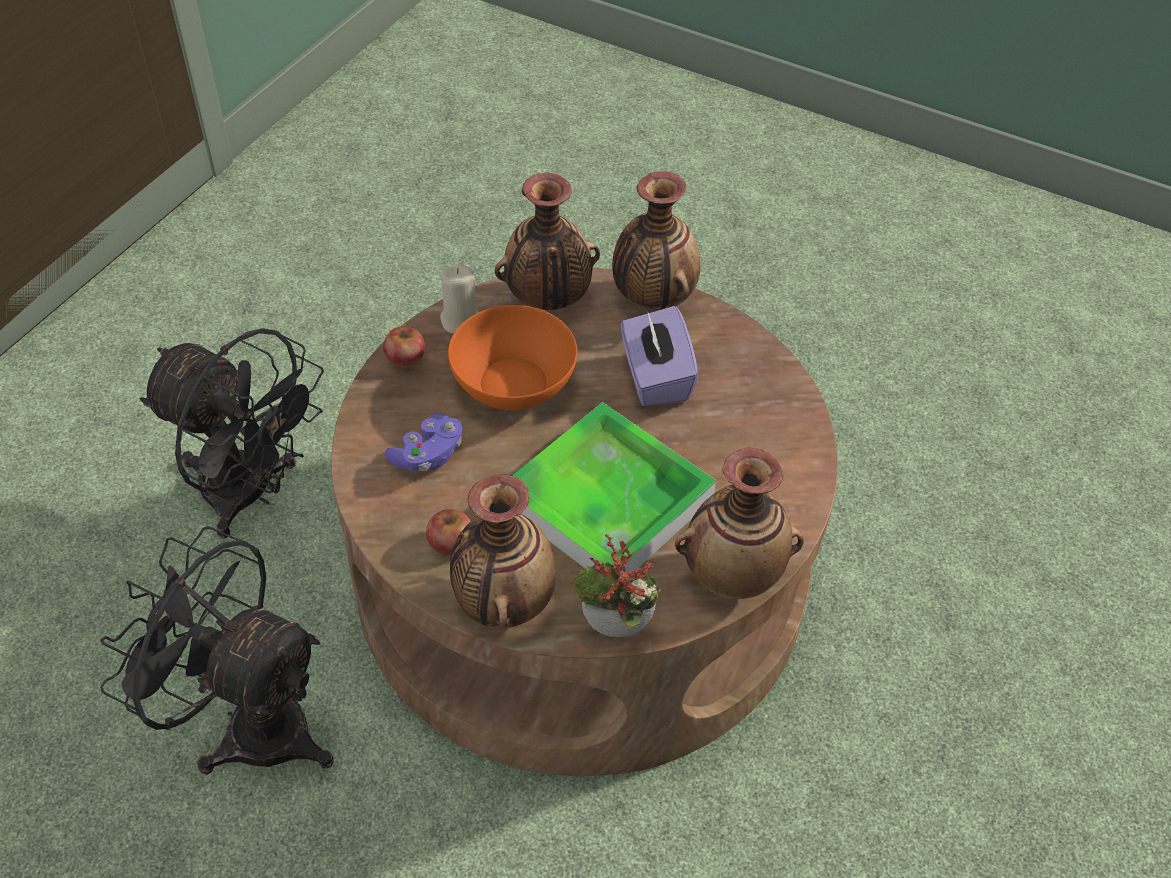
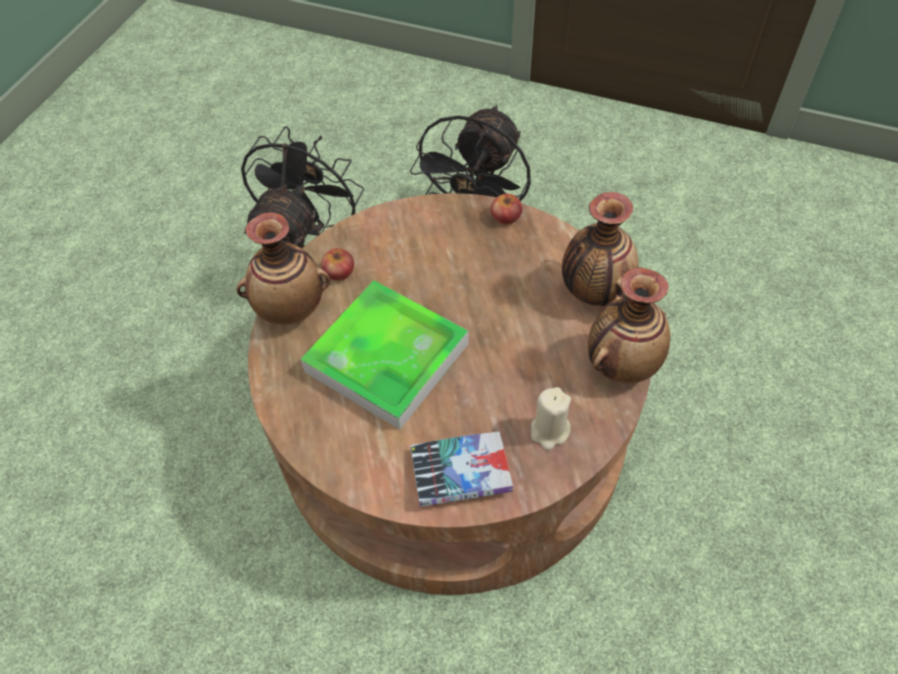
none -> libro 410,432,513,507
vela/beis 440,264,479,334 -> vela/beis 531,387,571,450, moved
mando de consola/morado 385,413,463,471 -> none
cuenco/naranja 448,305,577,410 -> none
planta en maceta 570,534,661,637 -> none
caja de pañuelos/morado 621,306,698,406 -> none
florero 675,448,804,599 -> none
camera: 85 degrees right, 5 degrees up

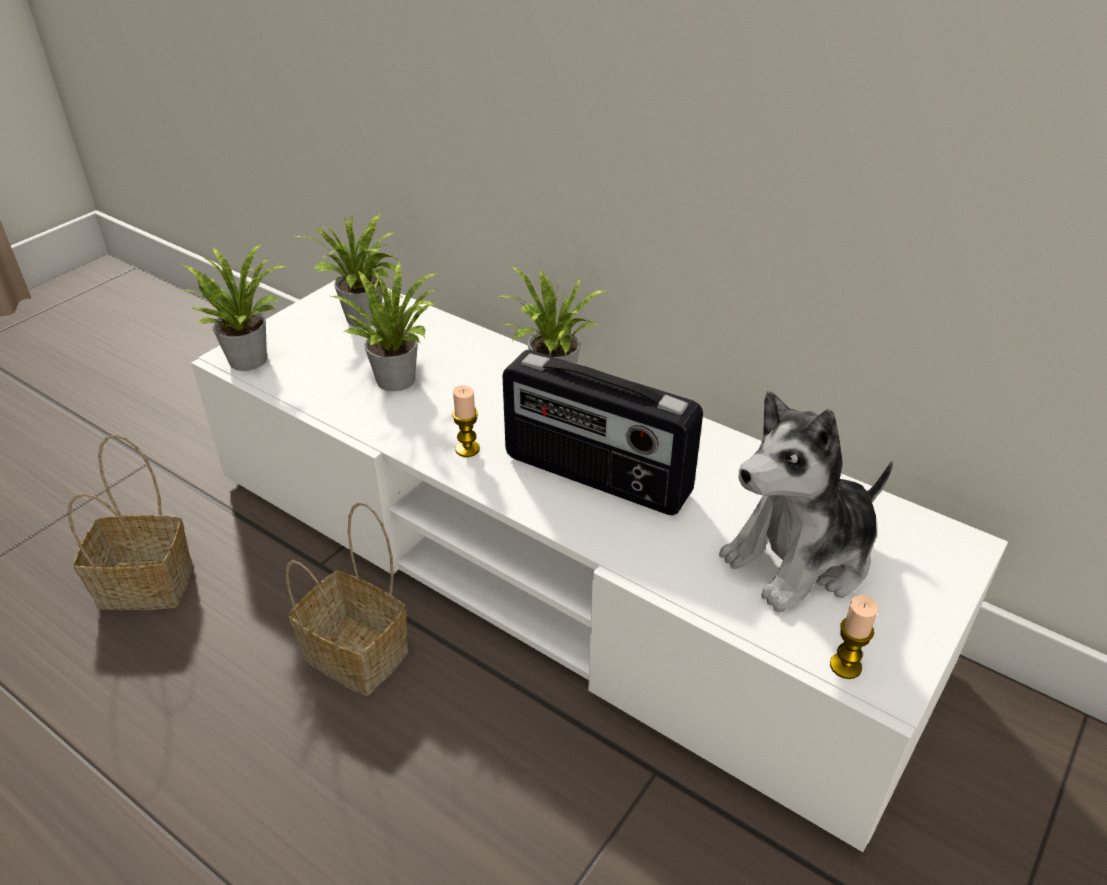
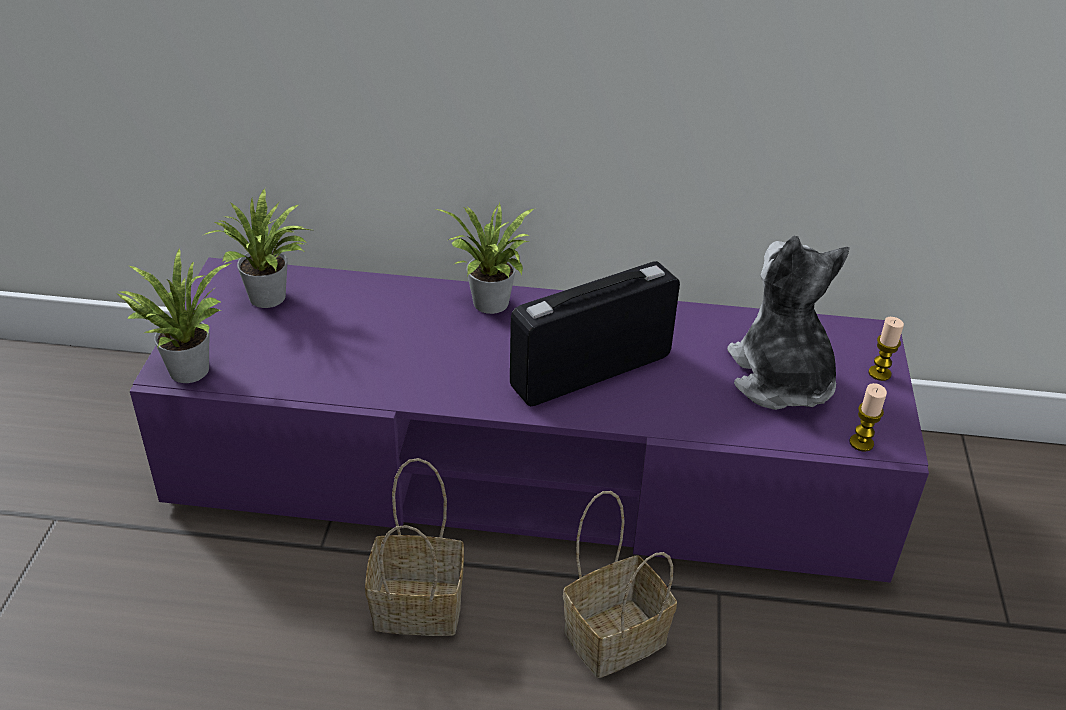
mueble de televisión/blanco 191,280,1008,852 -> mueble de televisión/morado 130,258,929,583
radio 502,350,703,515 -> radio 510,261,680,406, 150 degrees clockwise
cesta 67,434,193,610 -> cesta 563,491,677,678, moved
peluche 719,391,893,613 -> peluche 727,236,850,410, 135 degrees clockwise
vela 452,385,480,457 -> vela 868,317,904,381, moved
planta en maceta 331,261,438,391 -> none
camera: 30 degrees left, 0 degrees up

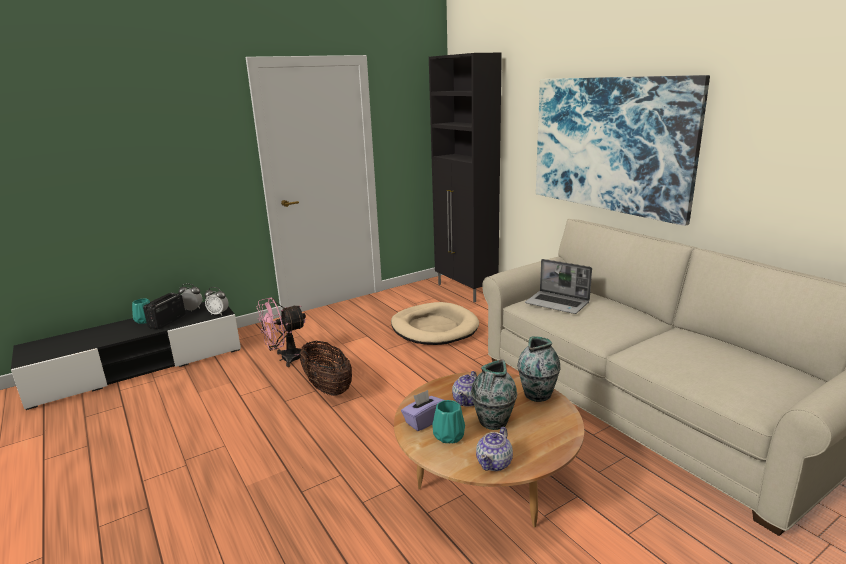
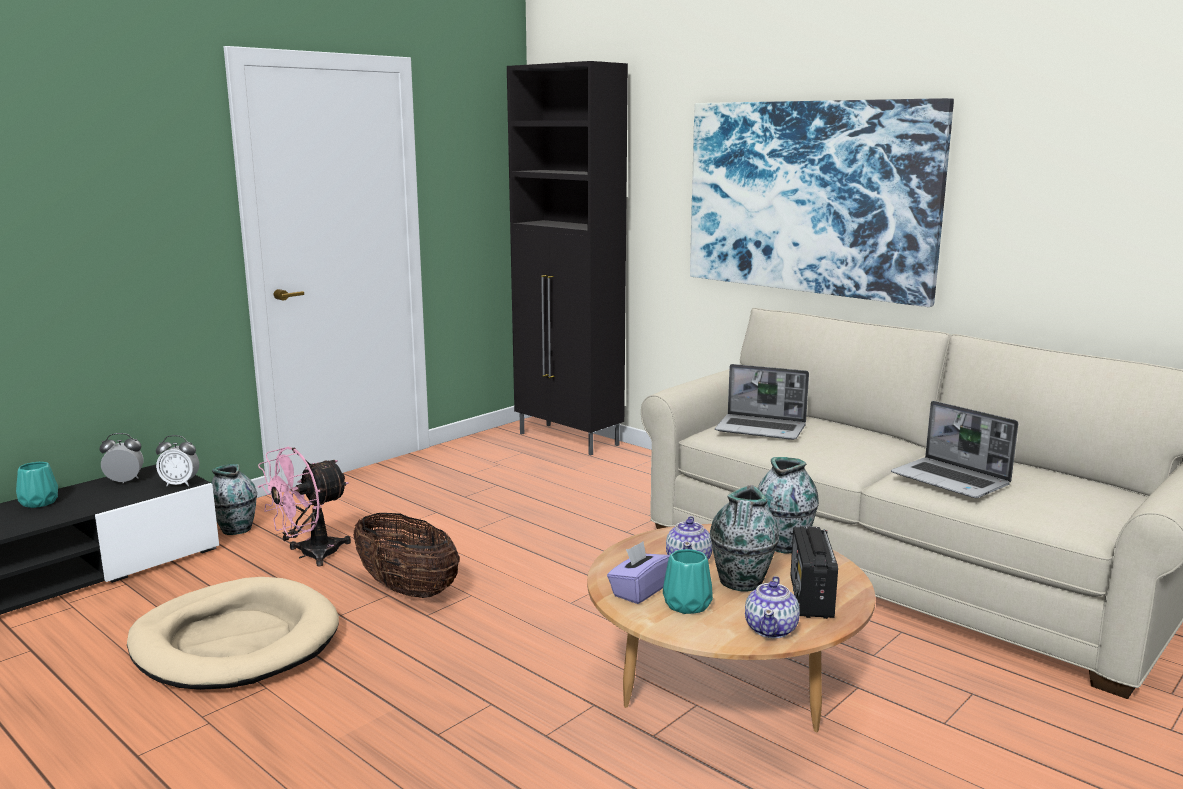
cama para perro/beis 391,302,479,345 -> cama para perro/beis 127,577,339,690, moved
none -> florero 211,464,257,535
radio 143,293,186,329 -> radio 791,526,838,619, moved
none -> portátil 891,401,1018,498
camera: 15 degrees left, 5 degrees down

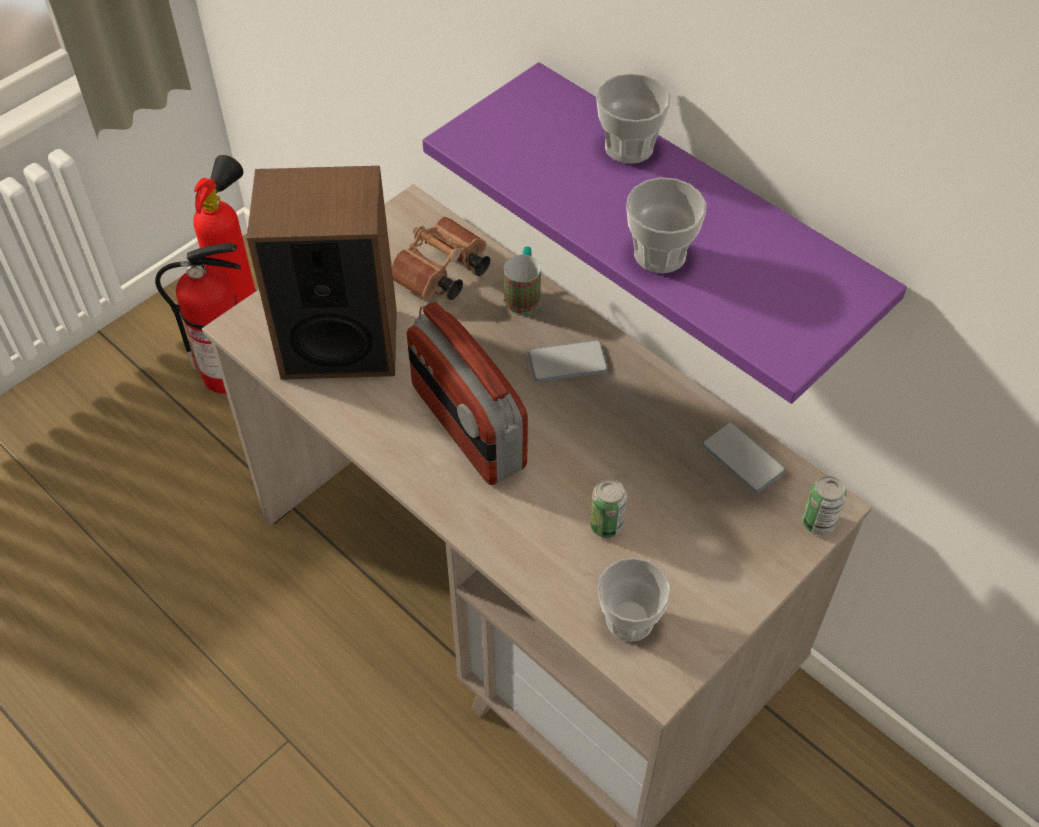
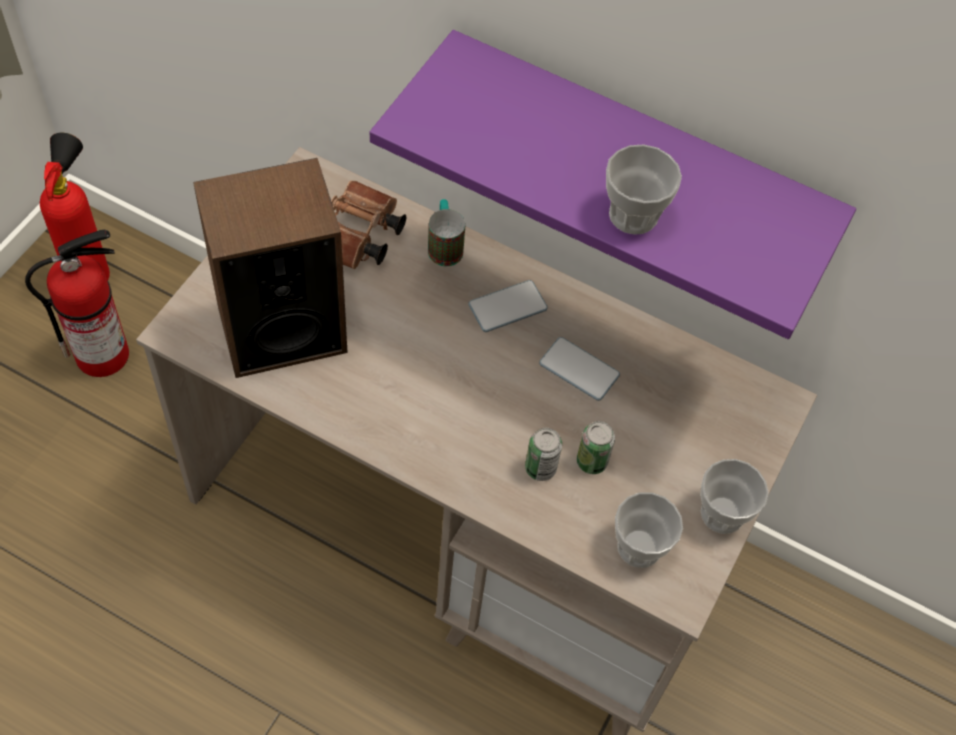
lata 802,476,847,535 -> lata 525,428,562,481, moved
móvil 702,422,785,492 -> móvil 539,337,620,401, moved
taza 596,73,671,164 -> taza 700,459,769,534, moved
radio 407,302,528,485 -> none
camera: 20 degrees left, 5 degrees up

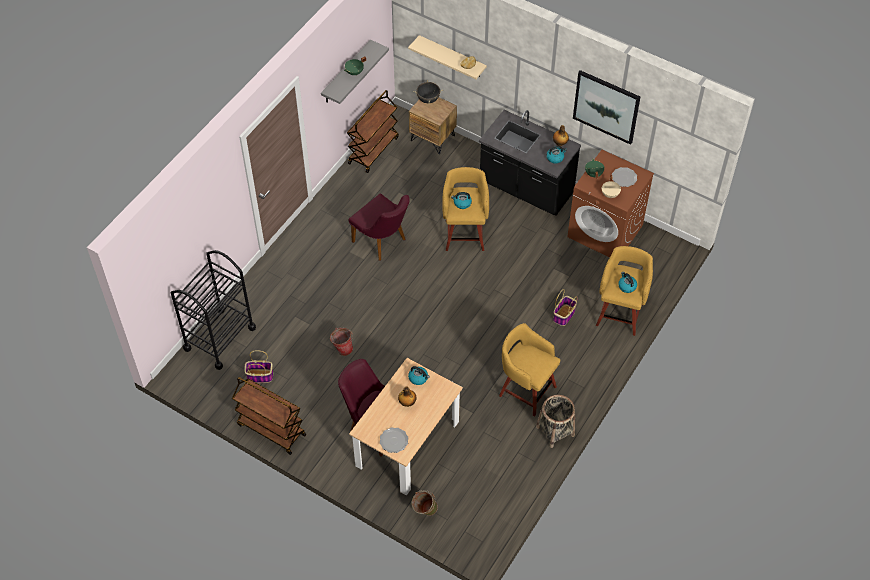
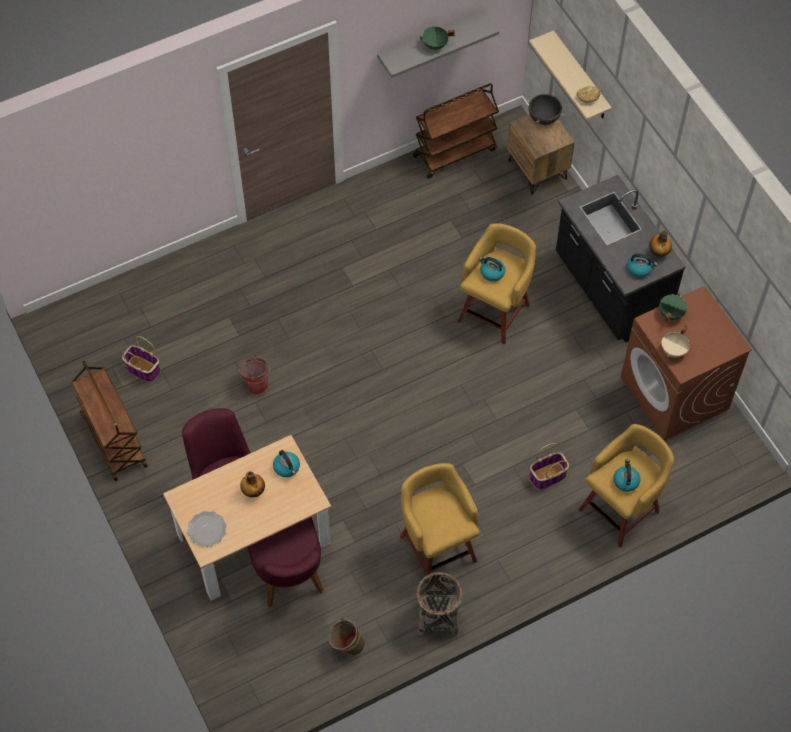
silla/morado 348,193,410,260 -> silla/morado 247,517,323,607, moved
cubo/verde 411,490,438,516 -> cubo/verde 328,618,365,656, moved
carrito/negro 171,250,256,370 -> none
cuadro 573,70,640,145 -> none
plato 612,167,637,187 -> none
camera: 30 degrees right, 5 degrees up

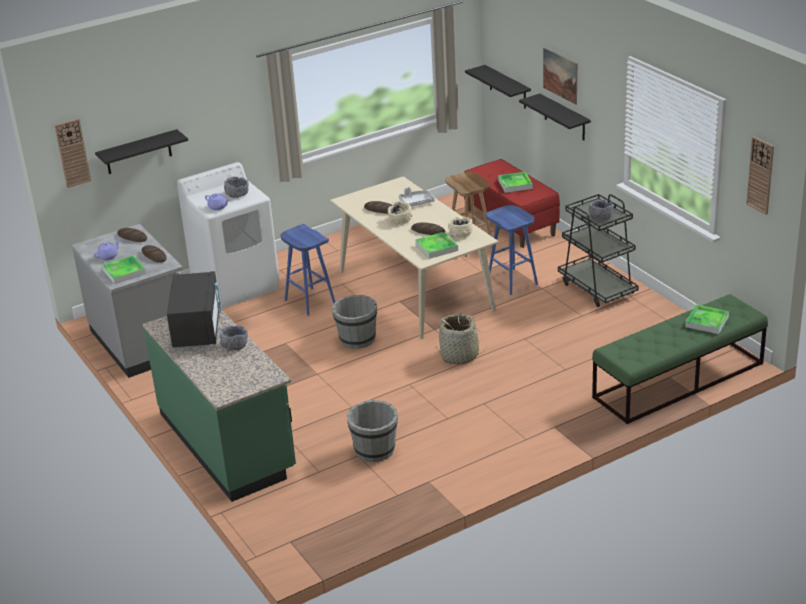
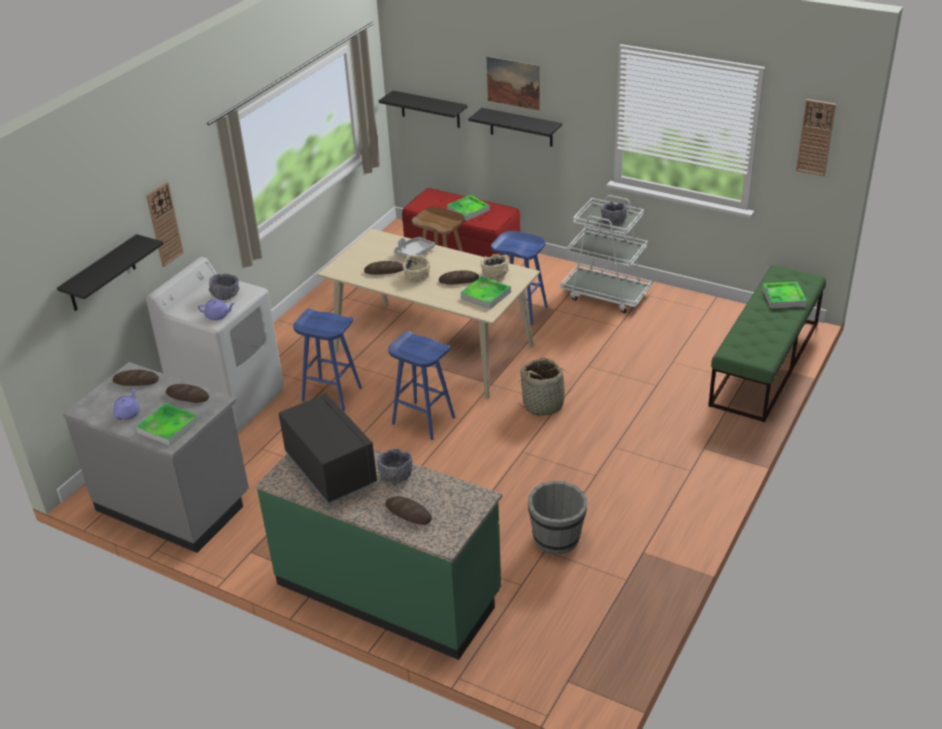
reloj de pared 54,119,91,188 -> reloj de pared 146,182,184,267, moved
none -> pan 385,496,432,525
cubo/gris 332,295,377,349 -> taburete/azul 388,331,455,440
carrito/negro 558,194,639,307 -> carrito/blanco 560,195,652,313
camera: 30 degrees left, 5 degrees up

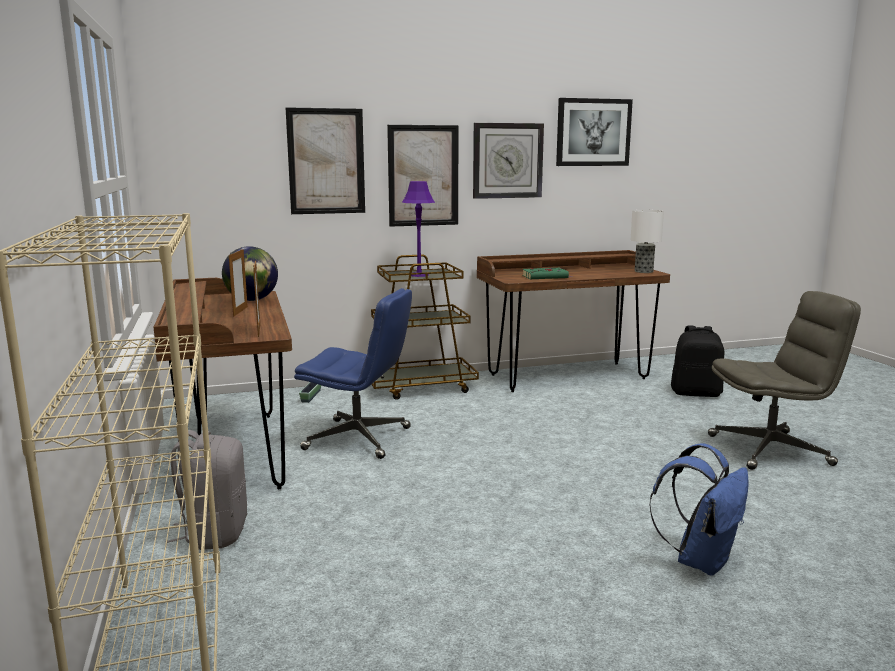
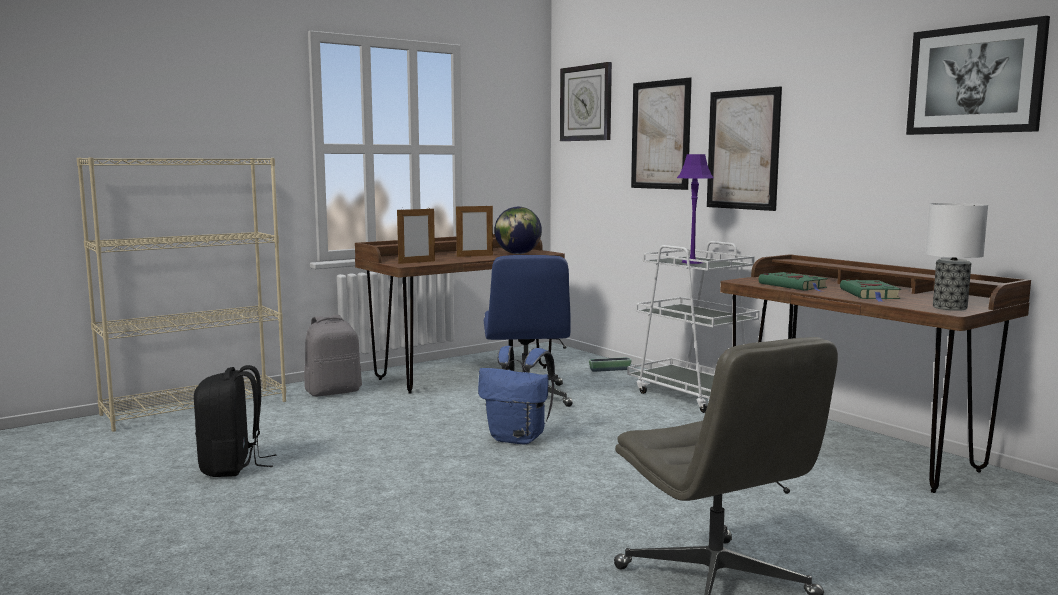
mochila/negro 671,325,724,397 -> mochila/negro 194,365,277,477, moved
mochila/azul 649,443,749,575 -> mochila/azul 478,346,555,445, moved
reloj de pared 473,123,544,199 -> reloj de pared 560,62,612,141, moved
carrito/marrón 371,254,479,400 -> carrito/blanco 627,241,759,413
none -> libro/verde 840,280,901,302
camera: 70 degrees right, 5 degrees down

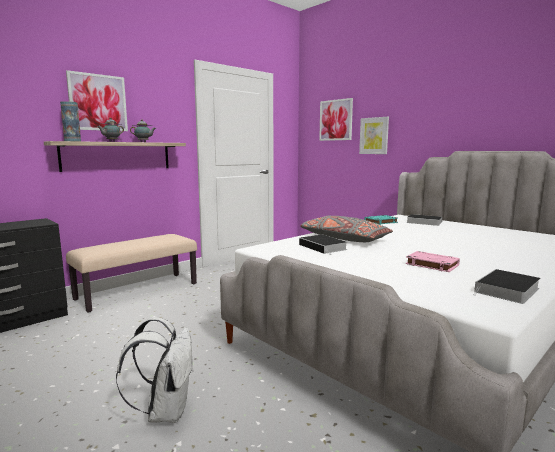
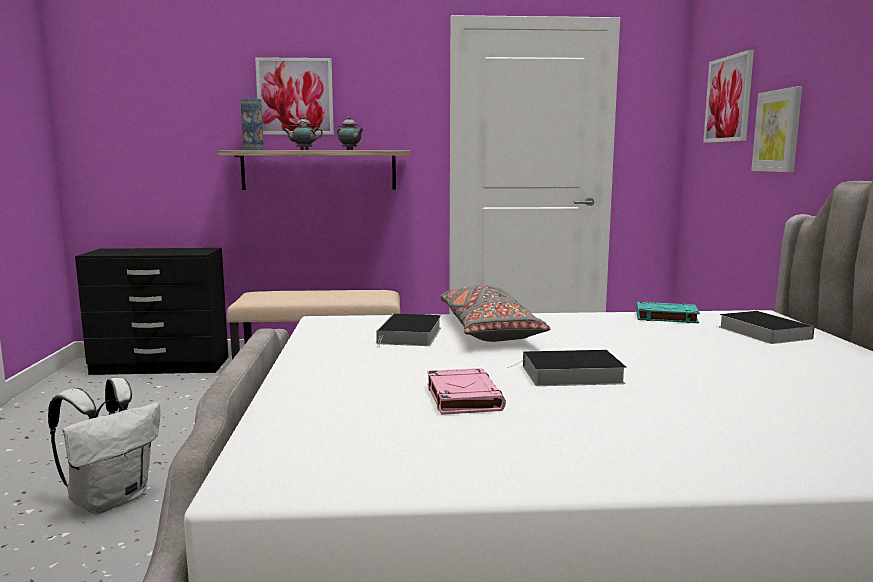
libro 473,269,541,304 -> libro 507,350,626,386, moved
camera: 40 degrees right, 0 degrees up

